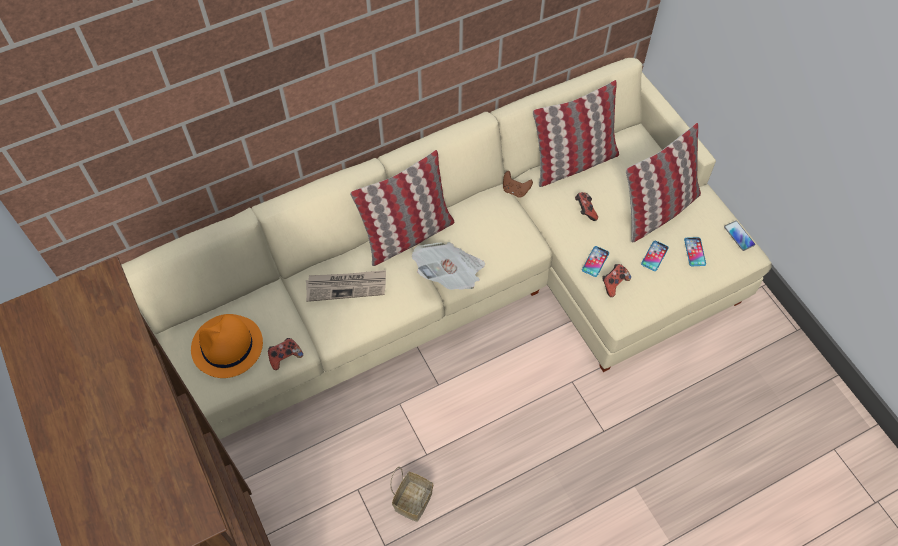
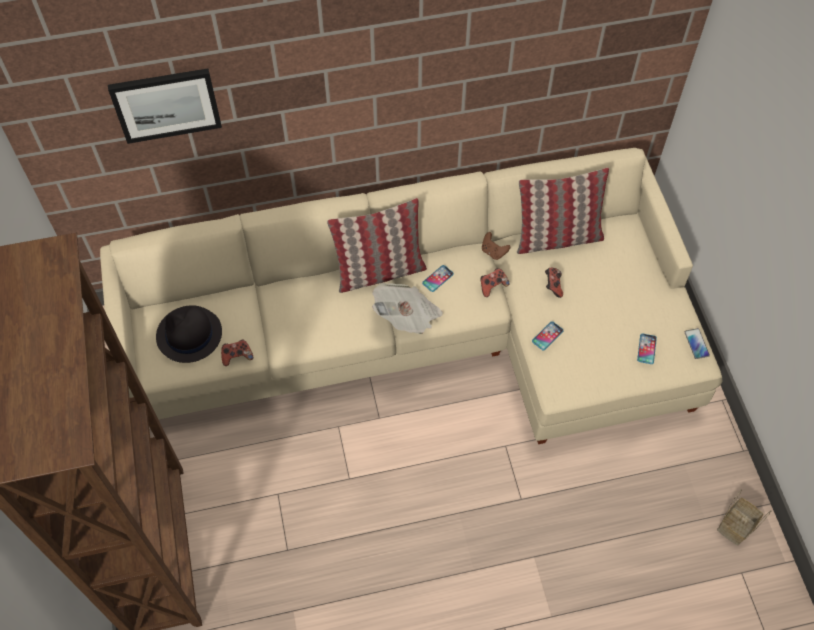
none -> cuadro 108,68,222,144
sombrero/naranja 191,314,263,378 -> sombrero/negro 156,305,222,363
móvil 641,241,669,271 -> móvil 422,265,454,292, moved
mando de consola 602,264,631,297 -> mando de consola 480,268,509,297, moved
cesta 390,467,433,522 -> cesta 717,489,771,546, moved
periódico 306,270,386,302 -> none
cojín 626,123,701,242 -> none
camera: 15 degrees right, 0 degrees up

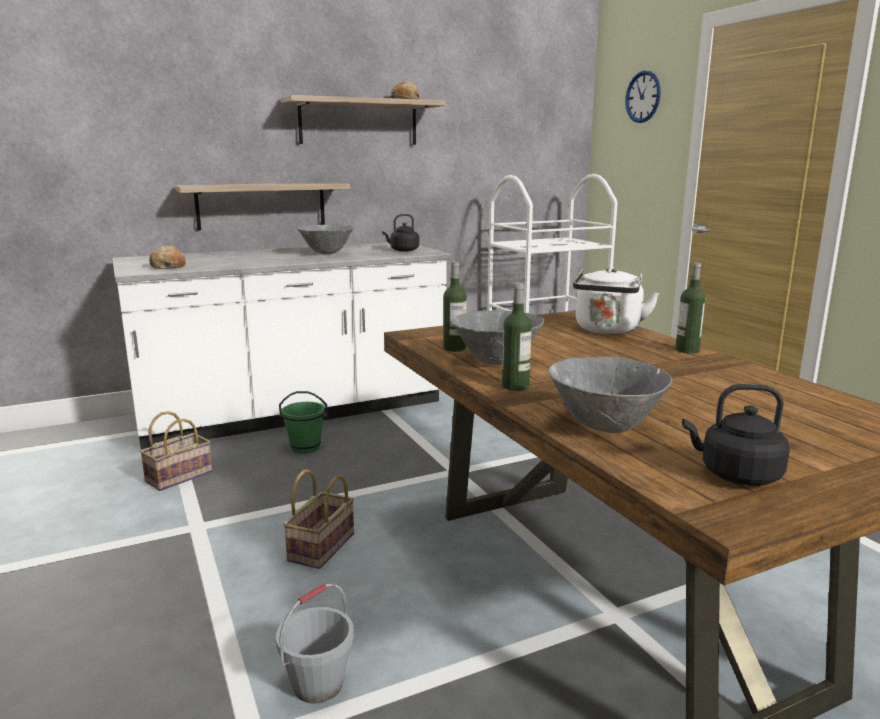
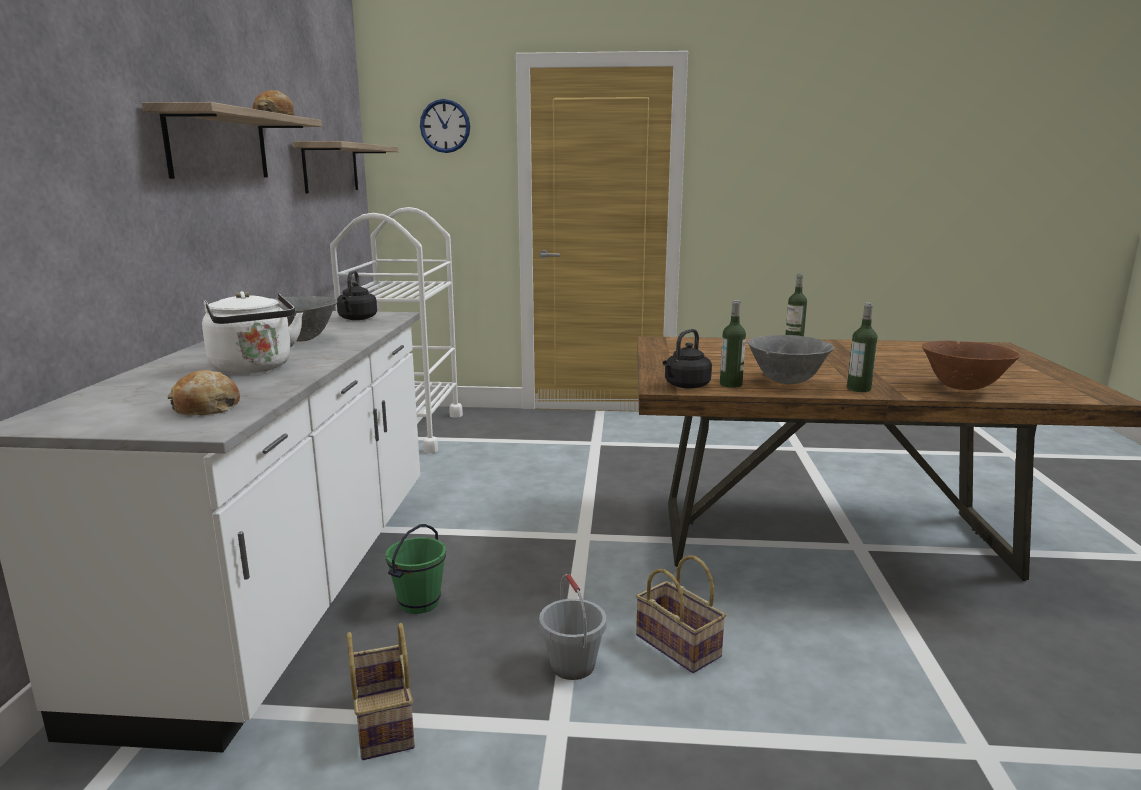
hervidor/blanco 573,267,659,334 -> hervidor/blanco 202,291,303,374, moved
estante 175,182,350,230 -> estante 293,141,399,193, moved
cubo/gris 276,584,354,704 -> cubo/gris 539,574,606,680, moved
hervidor/negro 682,384,790,486 -> hervidor/negro 663,329,712,389, moved
cuenco/gris 548,357,672,433 -> cuenco/marrón 922,340,1021,390
camera: 60 degrees left, 0 degrees up

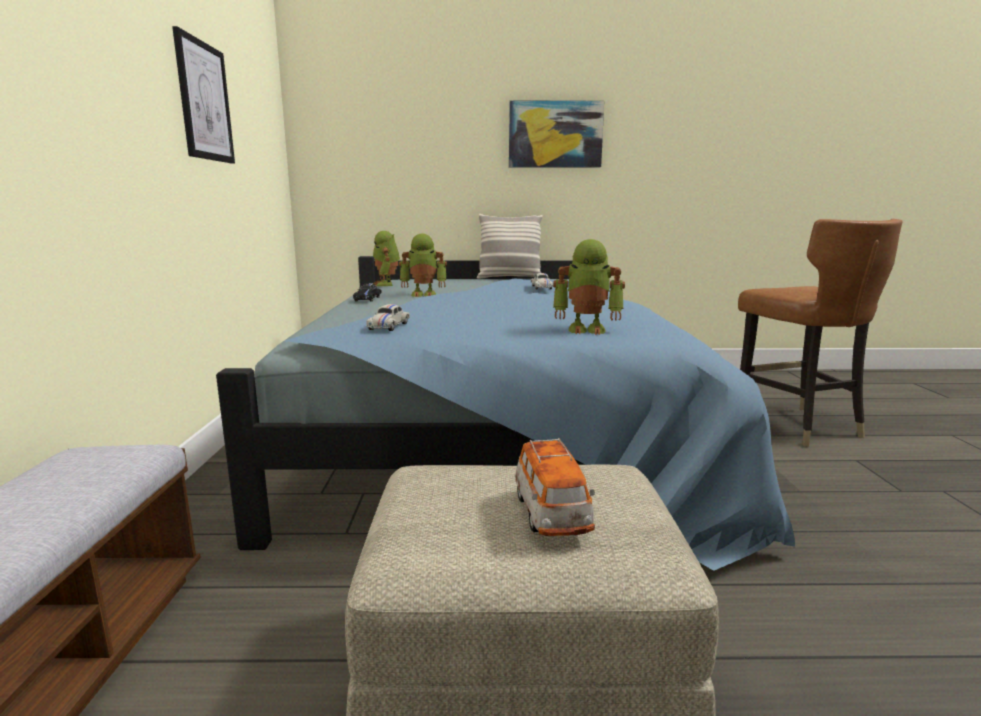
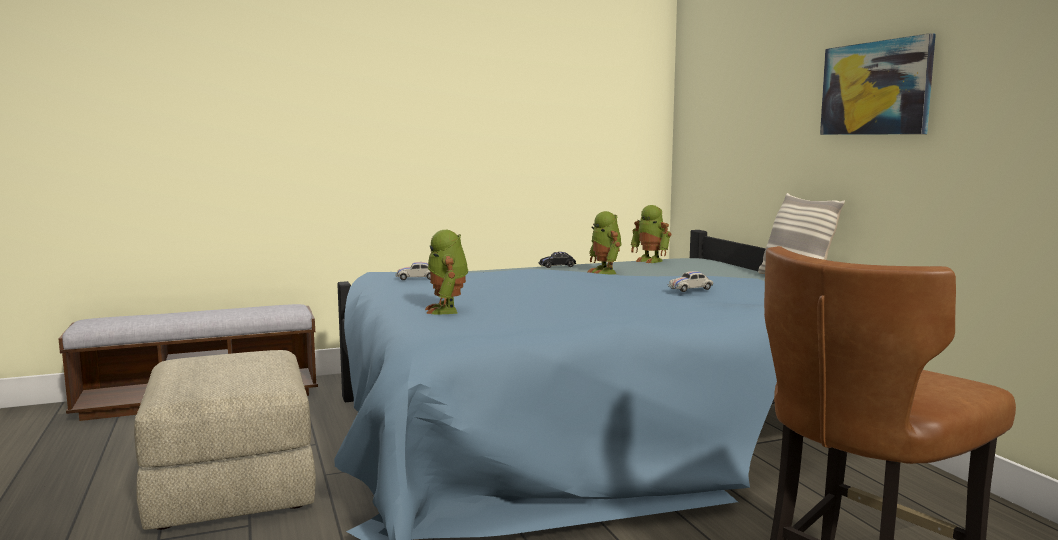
robot de juguete 373,231,400,286 -> robot de juguete 630,205,671,263, 105 degrees counterclockwise
cuadro 172,26,235,163 -> none
coche de juguete 515,438,595,536 -> none
camera: 70 degrees right, 5 degrees down

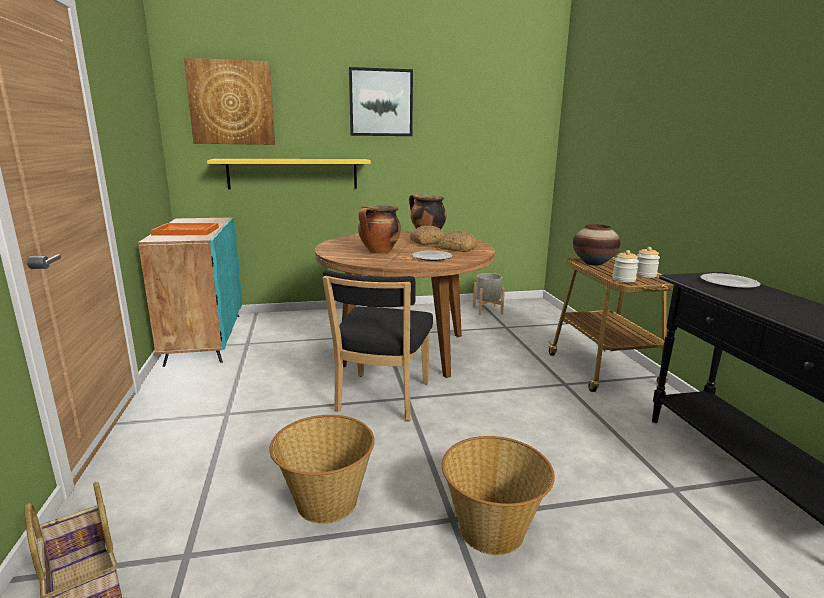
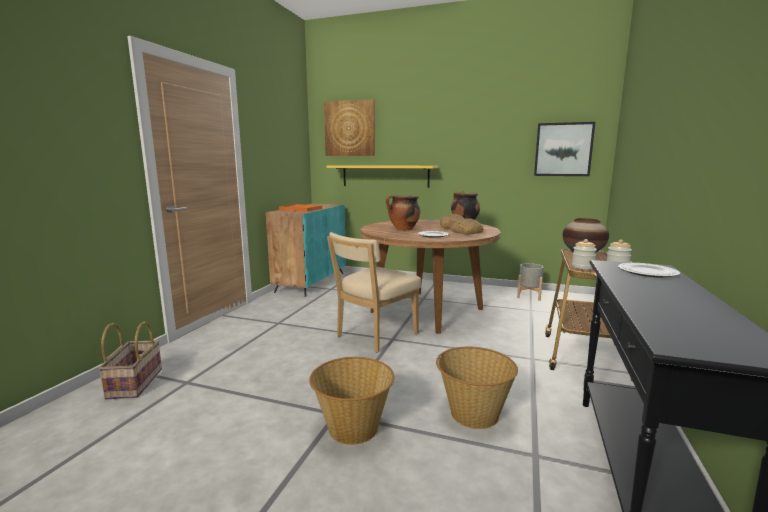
silla/negro 322,270,433,421 -> silla/beis 327,232,421,352
cesta 269,415,375,523 -> cesta 436,347,518,429, moved
cuadro 349,67,413,136 -> cuadro 534,122,595,176, moved
camera: 30 degrees right, 5 degrees down

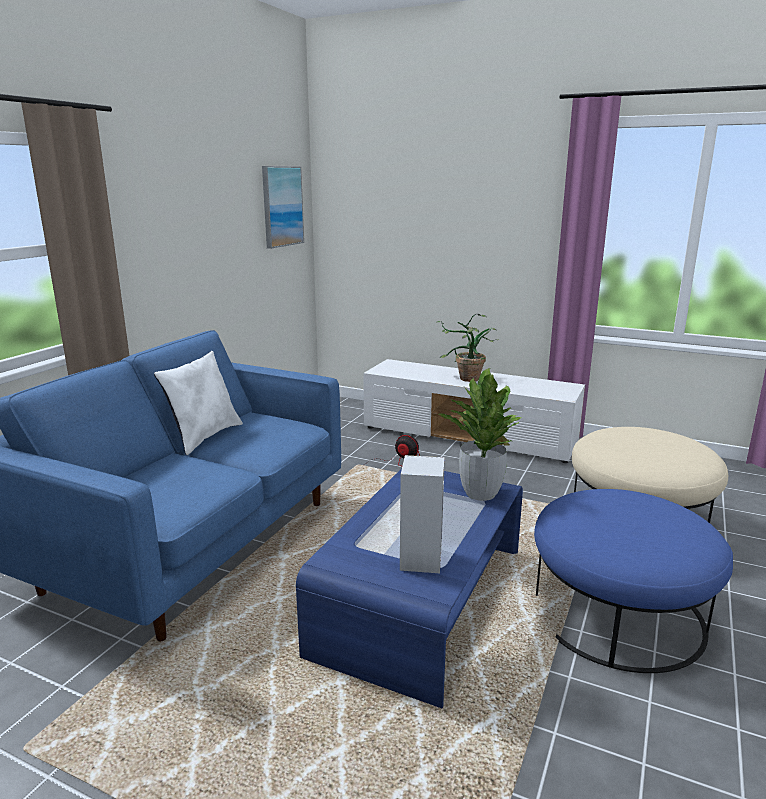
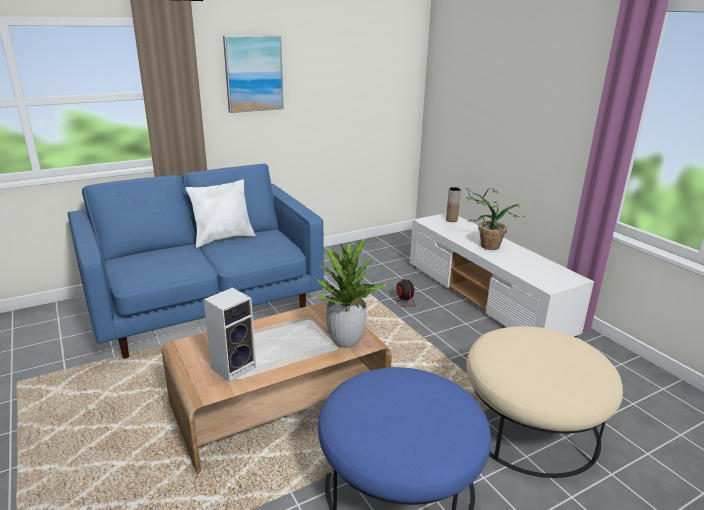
mesa de centro/azul 296,468,523,708 -> mesa de centro/marrón 162,301,392,474
cuadro 262,166,304,249 -> cuadro 223,35,284,113, moved
none -> florero/marrón 446,187,461,222
camera: 35 degrees right, 5 degrees up

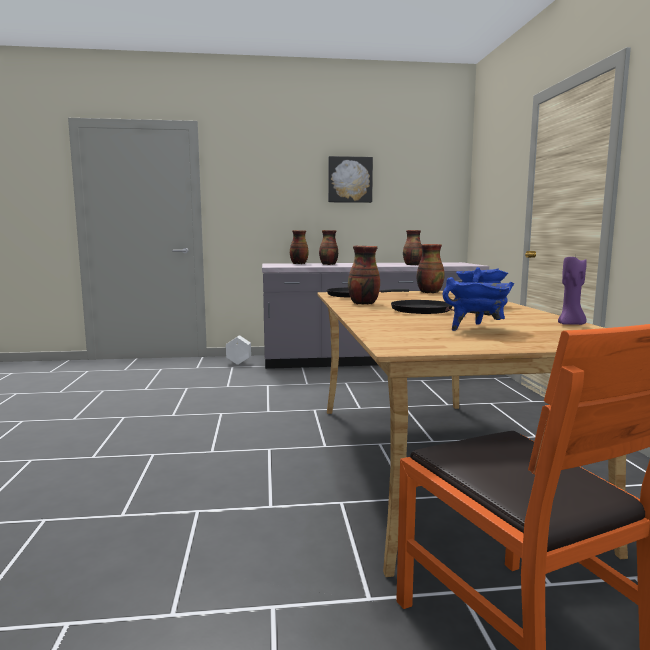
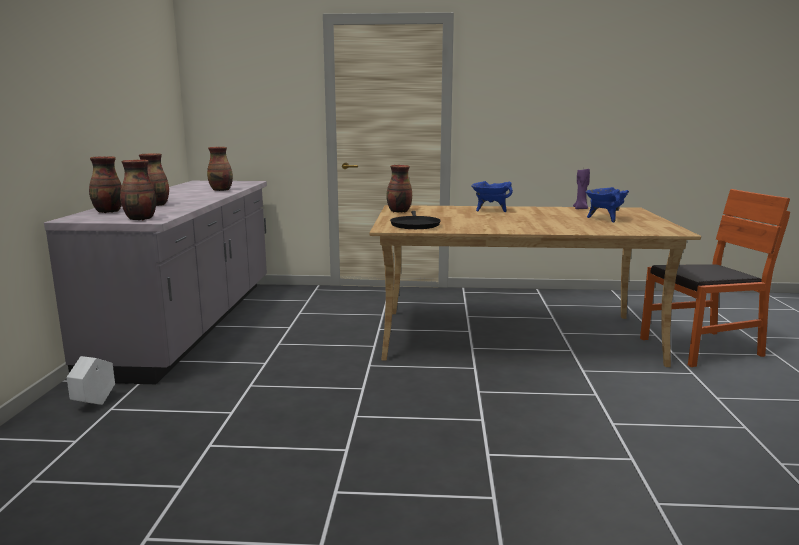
florero 348,246,380,305 -> florero 120,160,156,220, moved
cuadro 328,156,373,203 -> none
sartén/negro 391,300,491,315 -> none
camera: 80 degrees left, 5 degrees up

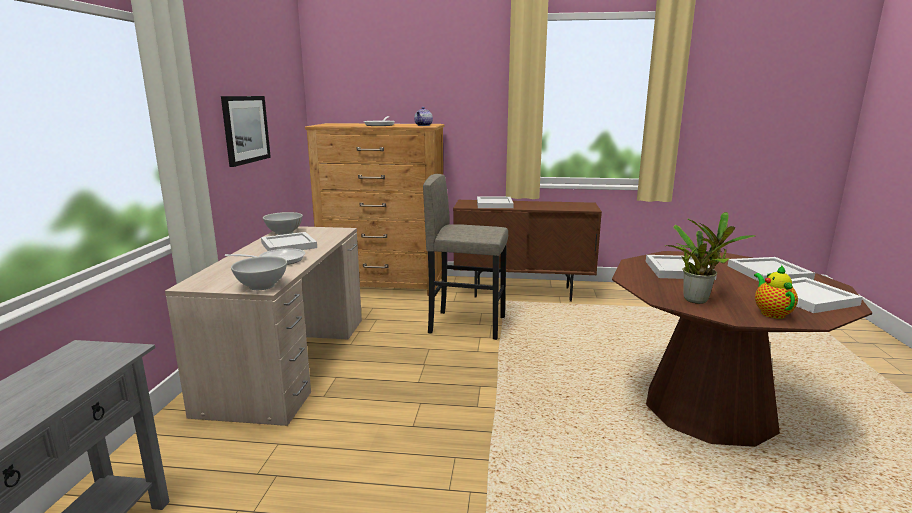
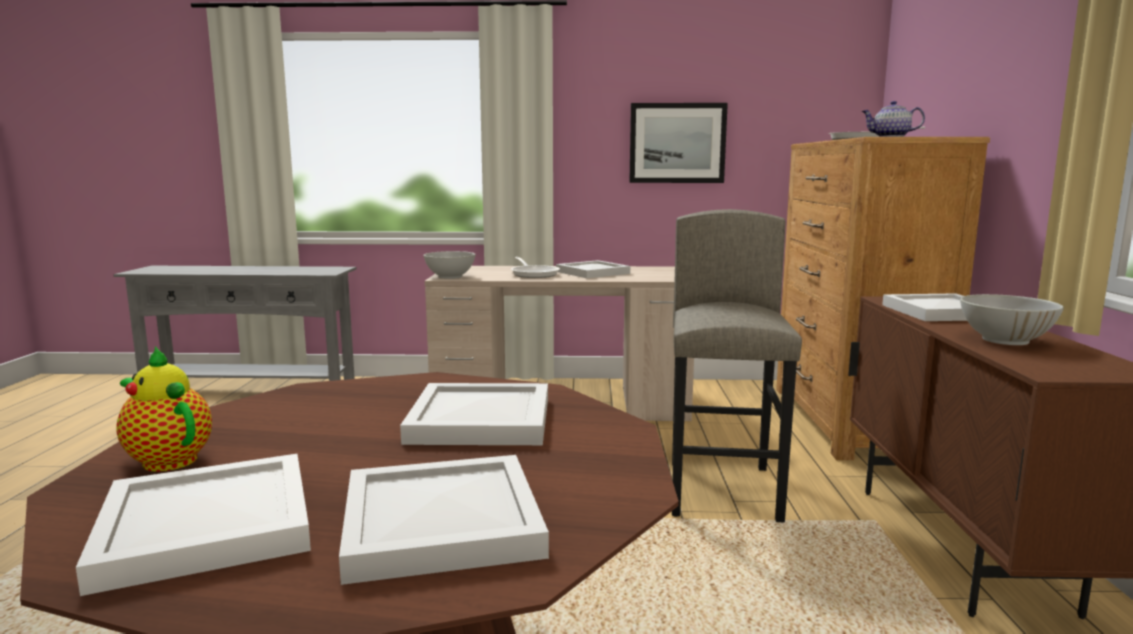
tetera 754,265,798,319 -> tetera 116,346,212,472, 135 degrees counterclockwise
cuenco/blanco 263,212,303,235 -> cuenco/blanco 960,294,1064,345, moved
planta en maceta 665,212,756,304 -> none
camera: 85 degrees right, 5 degrees down

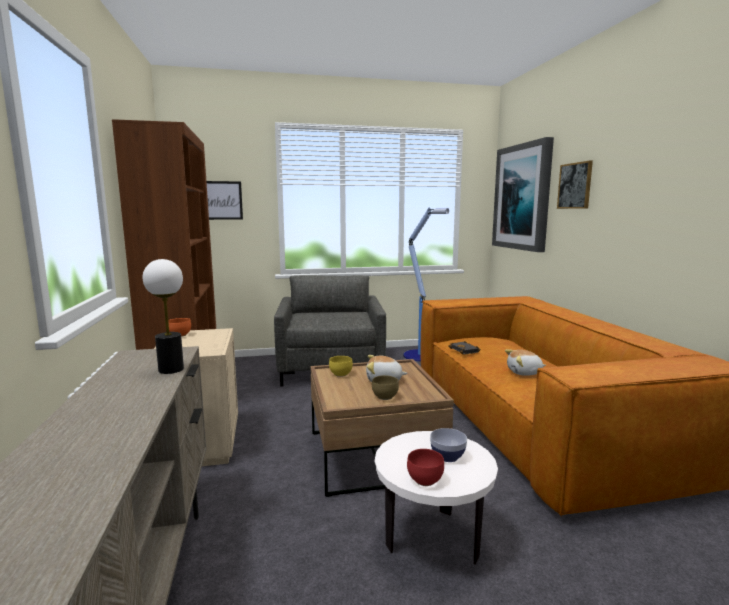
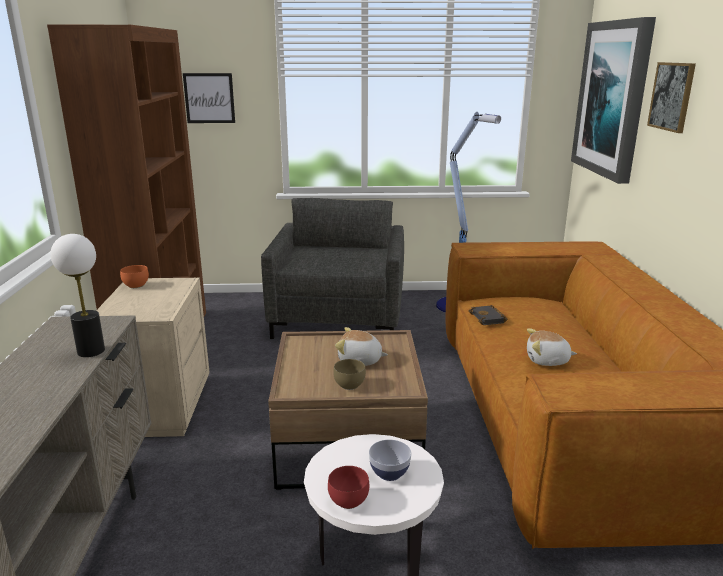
cuenco/amarillo 329,356,353,377 -> none
camera: 10 degrees right, 10 degrees up

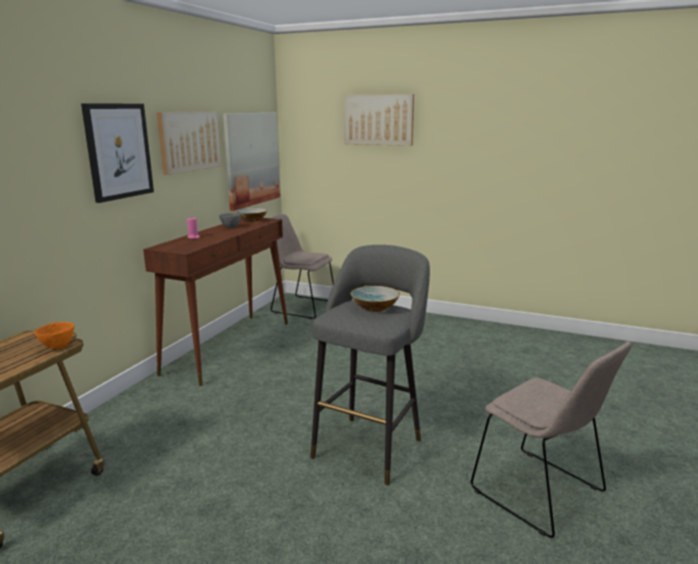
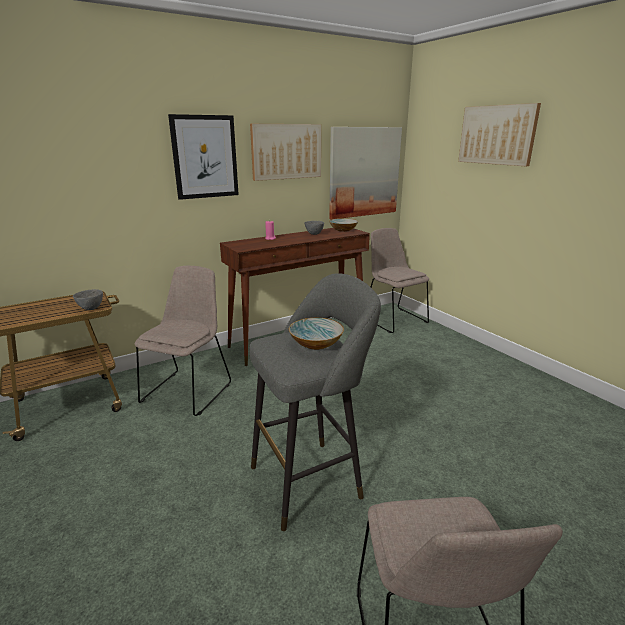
cuenco/naranja 35,322,74,349 -> cuenco/gris 73,289,103,310
none -> silla/beis 135,266,231,416
camera: 35 degrees right, 5 degrees up

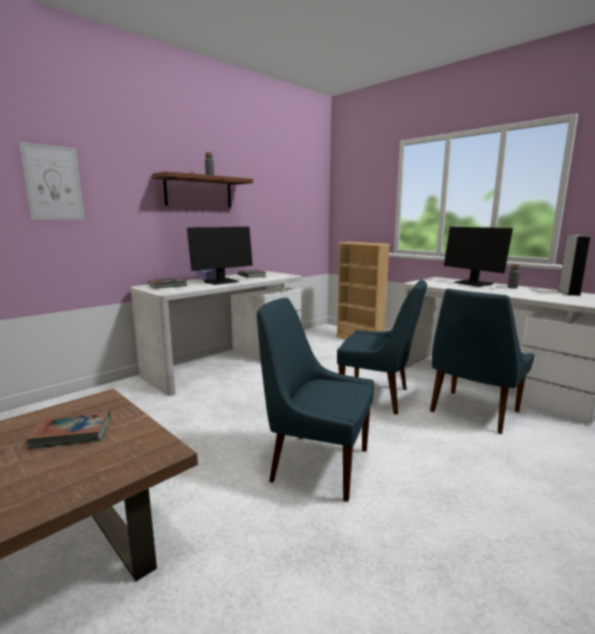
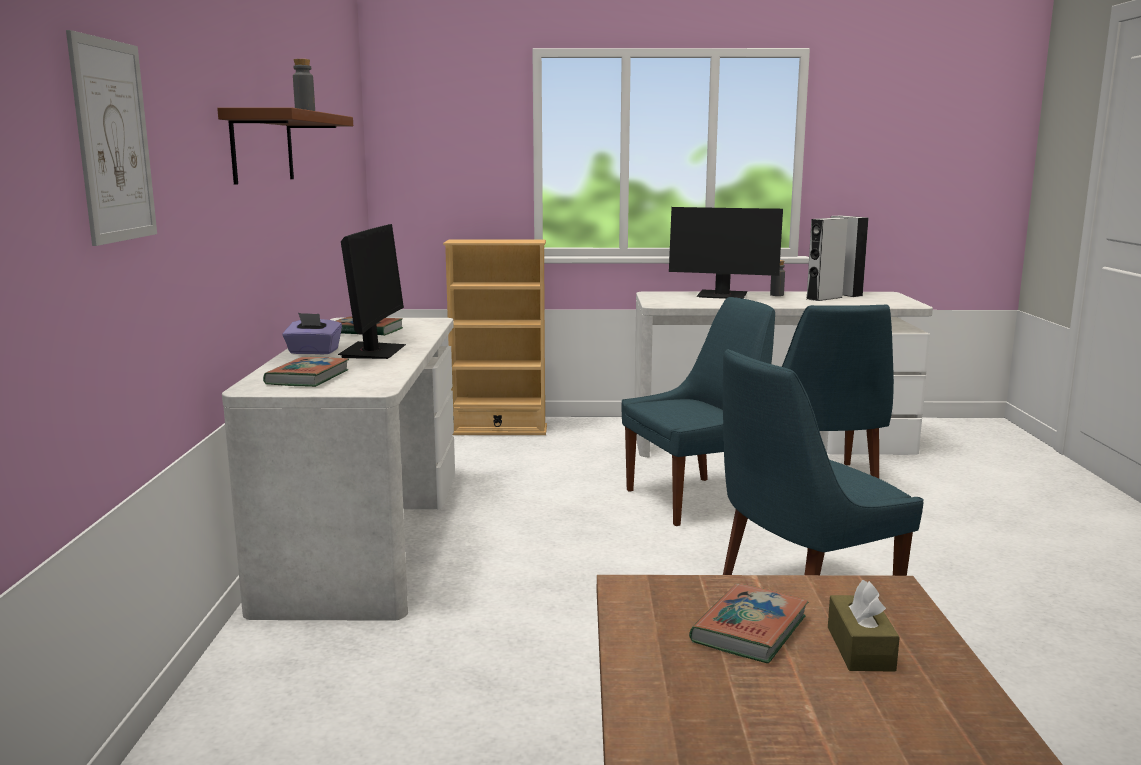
none -> altavoz/gris 807,218,848,301
none -> caja de pañuelos/marrón 828,580,900,672
camera: 45 degrees left, 0 degrees up

